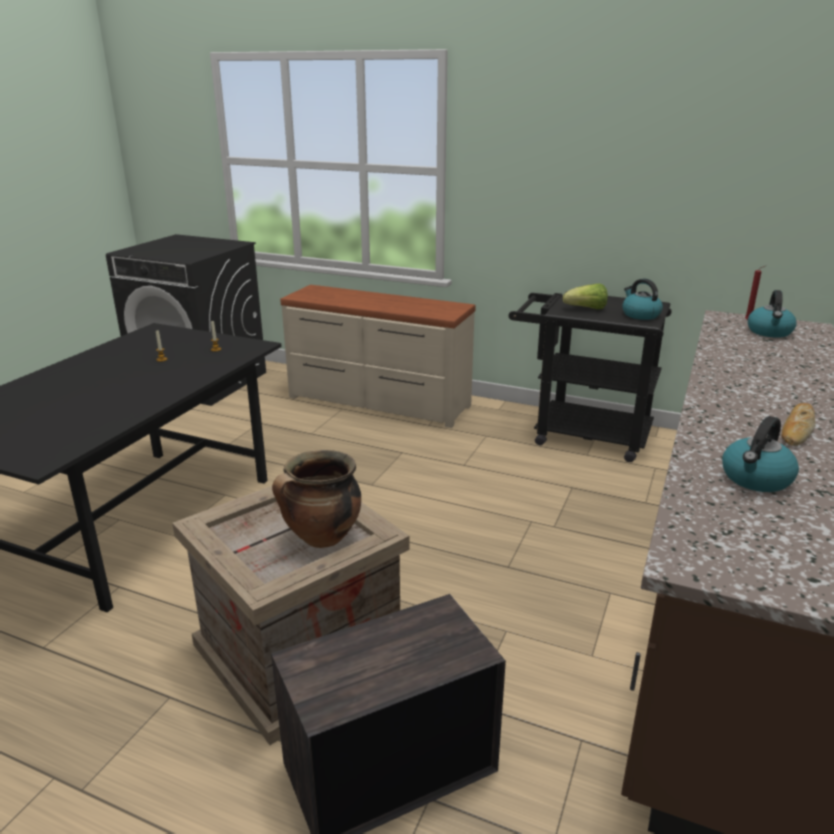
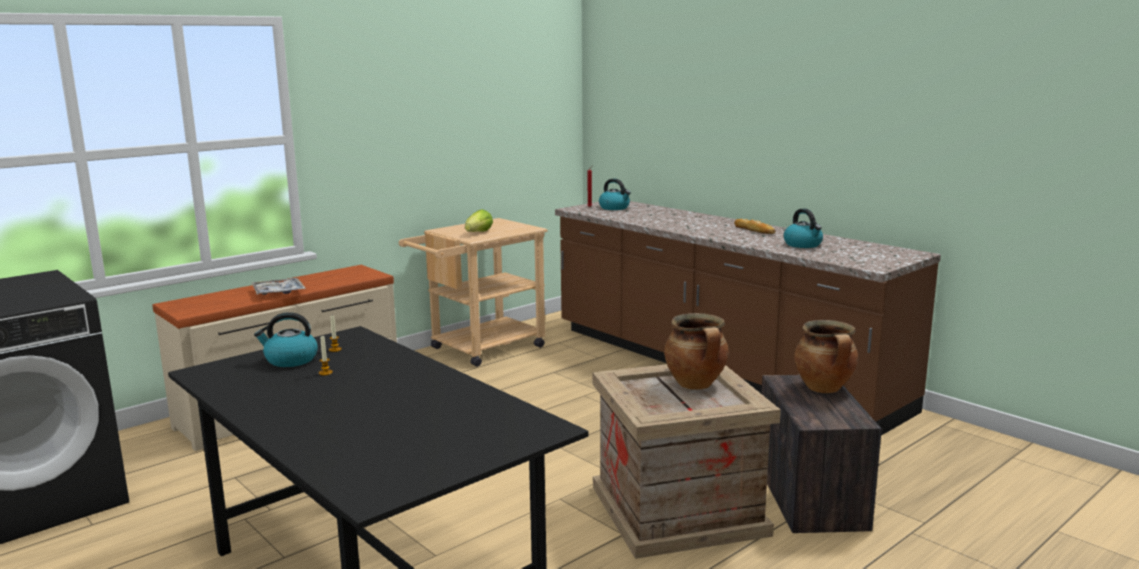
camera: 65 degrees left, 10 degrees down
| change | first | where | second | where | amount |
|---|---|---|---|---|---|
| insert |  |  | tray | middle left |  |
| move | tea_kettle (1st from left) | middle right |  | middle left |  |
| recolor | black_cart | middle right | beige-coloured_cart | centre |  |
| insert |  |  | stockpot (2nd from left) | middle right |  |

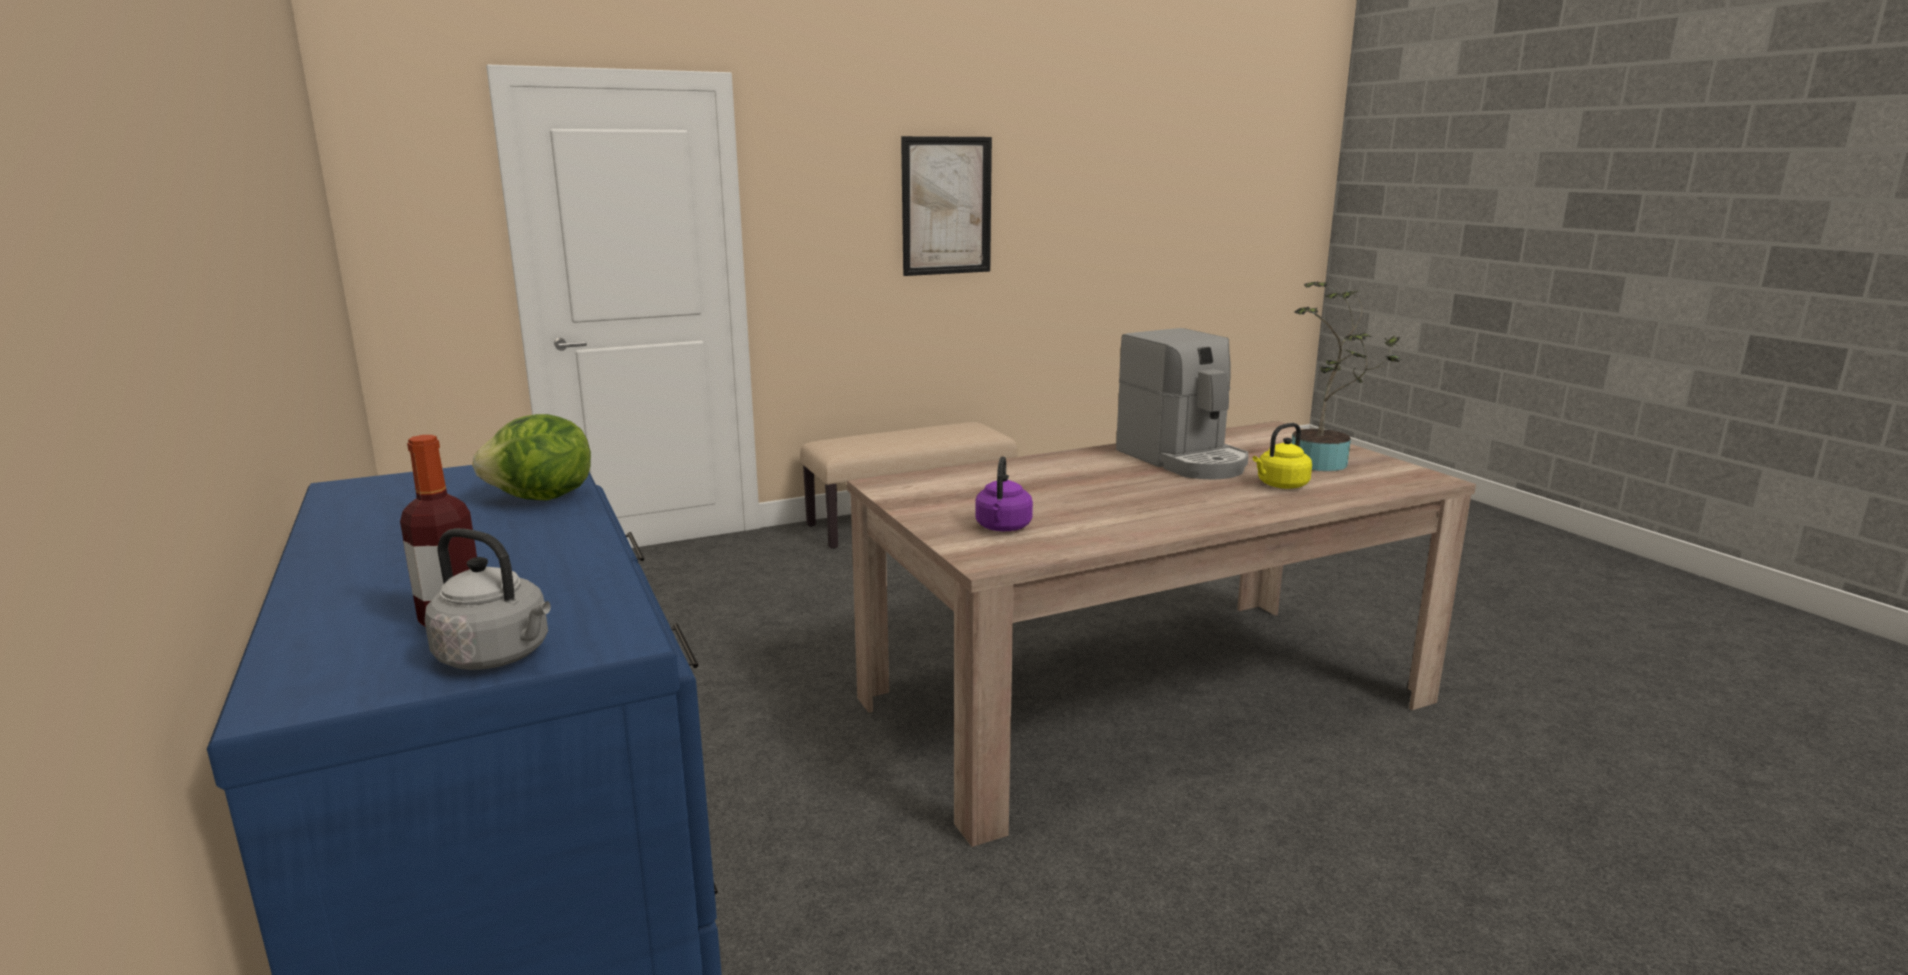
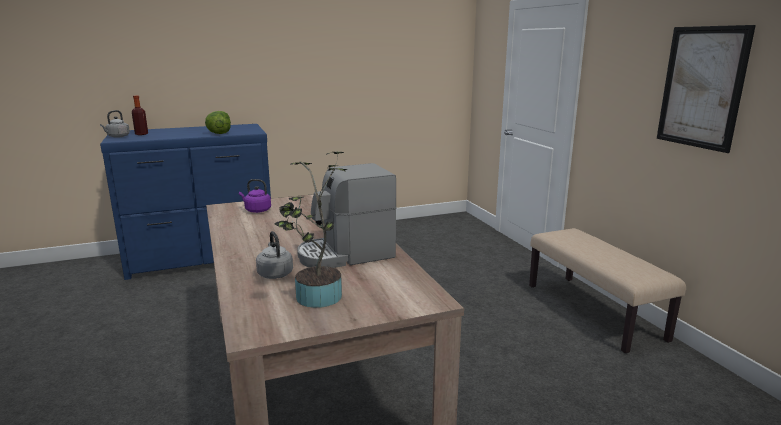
camera: 95 degrees right, 0 degrees up
| change | first | where | second | where | amount |
|---|---|---|---|---|---|
| recolor | yellowish_tea_kettle | middle right | gray_tea_kettle (2nd from left) | centre |  |

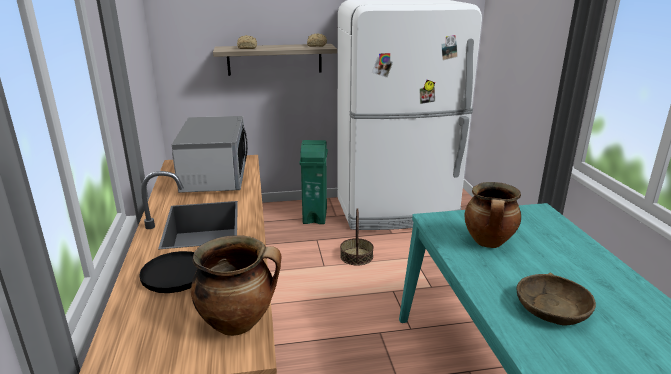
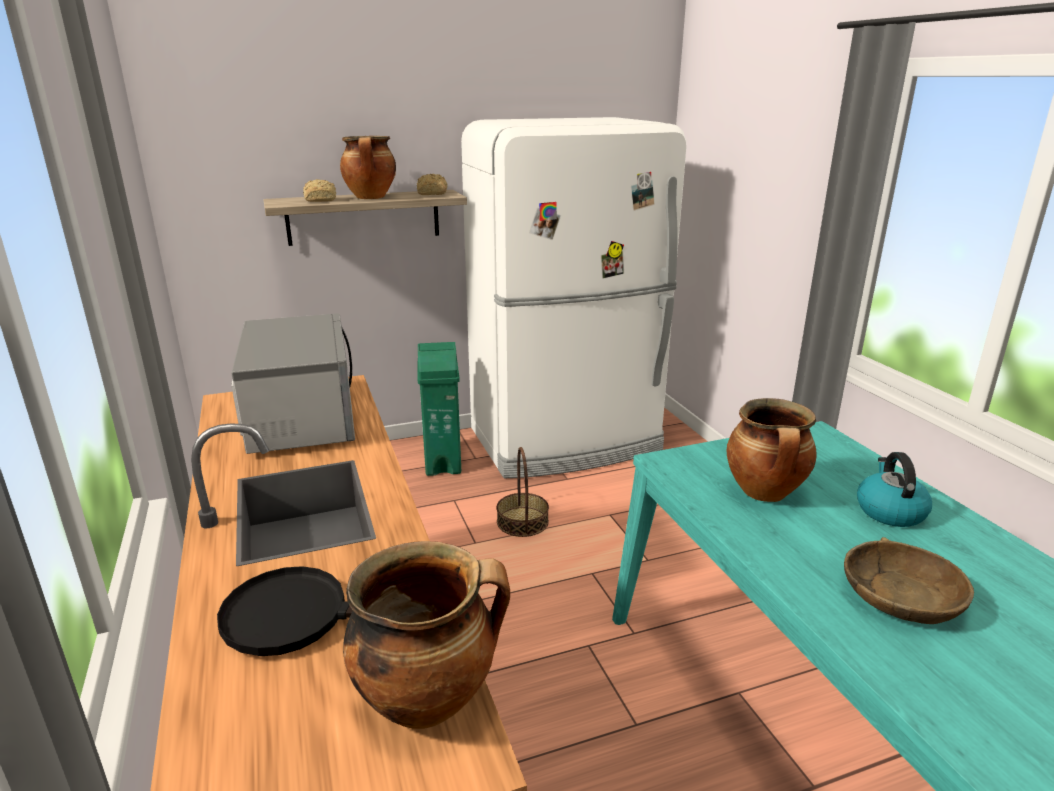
camera: 10 degrees left, 0 degrees up
| change | first | where | second | where | amount |
|---|---|---|---|---|---|
| insert |  |  | stockpot (1st from left) | top centre |  |
| insert |  |  | tea_kettle | middle right |  |

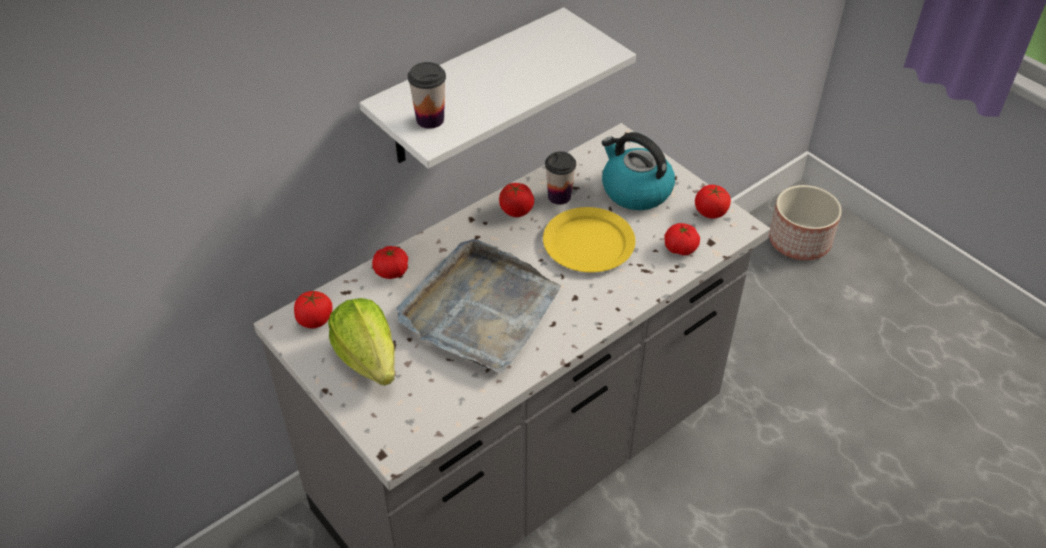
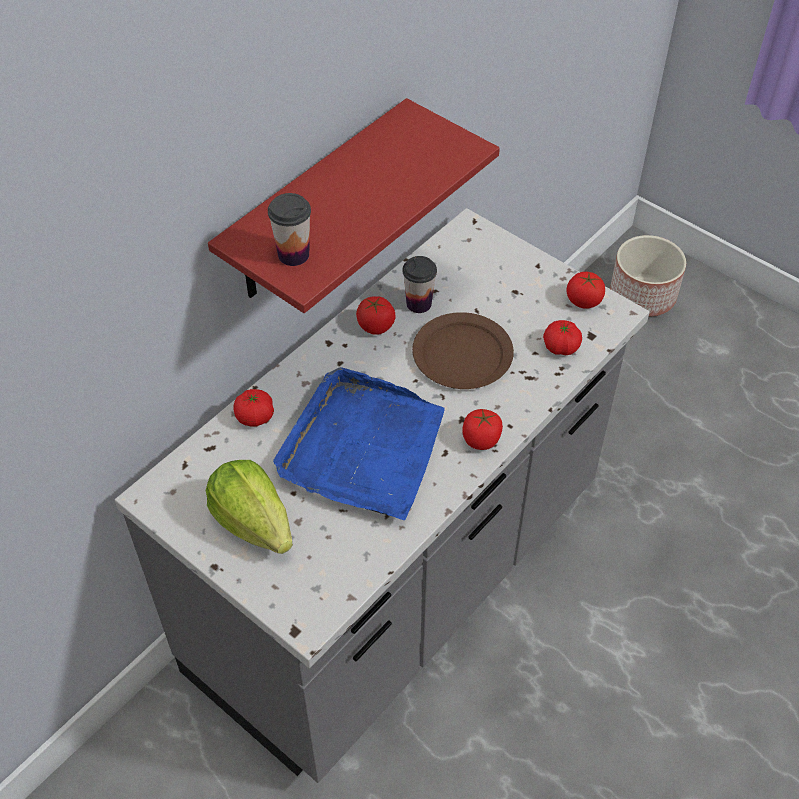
camera: 10 degrees left, 5 degrees up
| change | first | where | second | where | amount |
|---|---|---|---|---|---|
| recolor | white-coloured_shelf | top centre | red_shelf | top centre |  |
| recolor | gray_tray | centre | blue-coloured_tray | centre |  |
| recolor | yellowish_flat_dish | centre | brownish_flat_dish | centre |  |
| move | fresh_tomato (1st from left in the first image) | middle left | fresh_tomato (3rd from left) | centre |  |
| delete | tea_kettle | top centre |  |  |  |

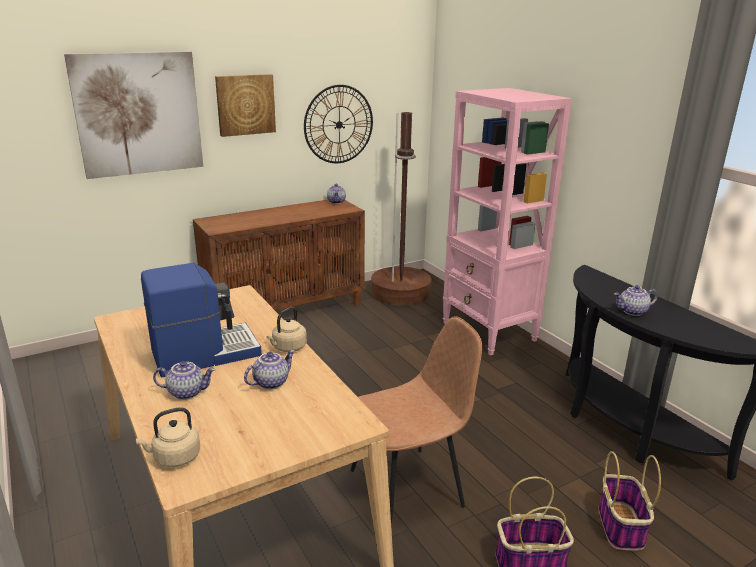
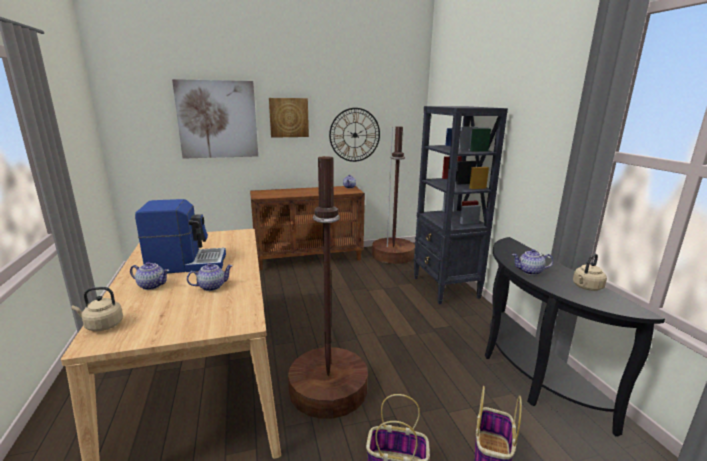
camera: 15 degrees right, 5 degrees down
| change | first | where | second | where | amount |
|---|---|---|---|---|---|
| replace | brownish_upright_chair | bottom centre | brownish_standing_lamp (1st from left) | centre |  |
| recolor | pink_shelving_unit | middle right | black_shelving_unit | centre |  |
| move | beige-coloured_tea_kettle (2nd from left) | centre |  | middle right |  |

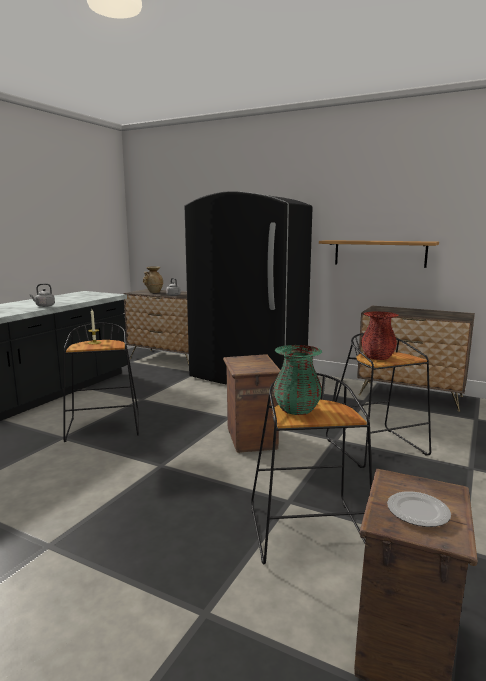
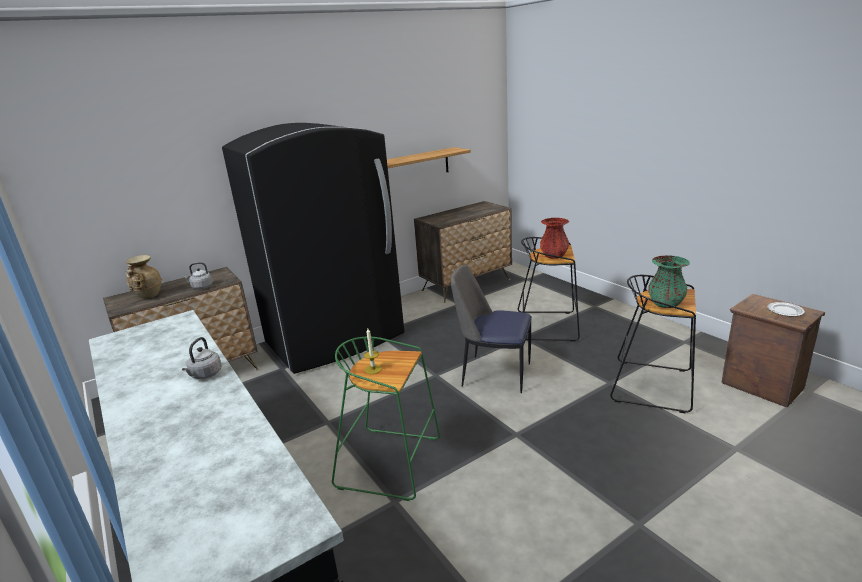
camera: 60 degrees left, 10 degrees up
| change | first | where | second | where | amount |
|---|---|---|---|---|---|
| recolor | black_stool (1st from left) | middle left | greenish_stool | bottom centre |  |
| replace | packing_crate (1st from left) | centre | upright_chair | centre |  |

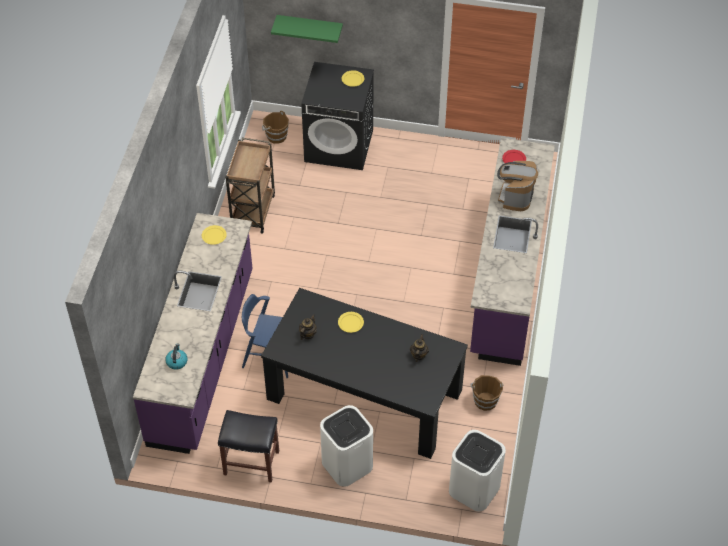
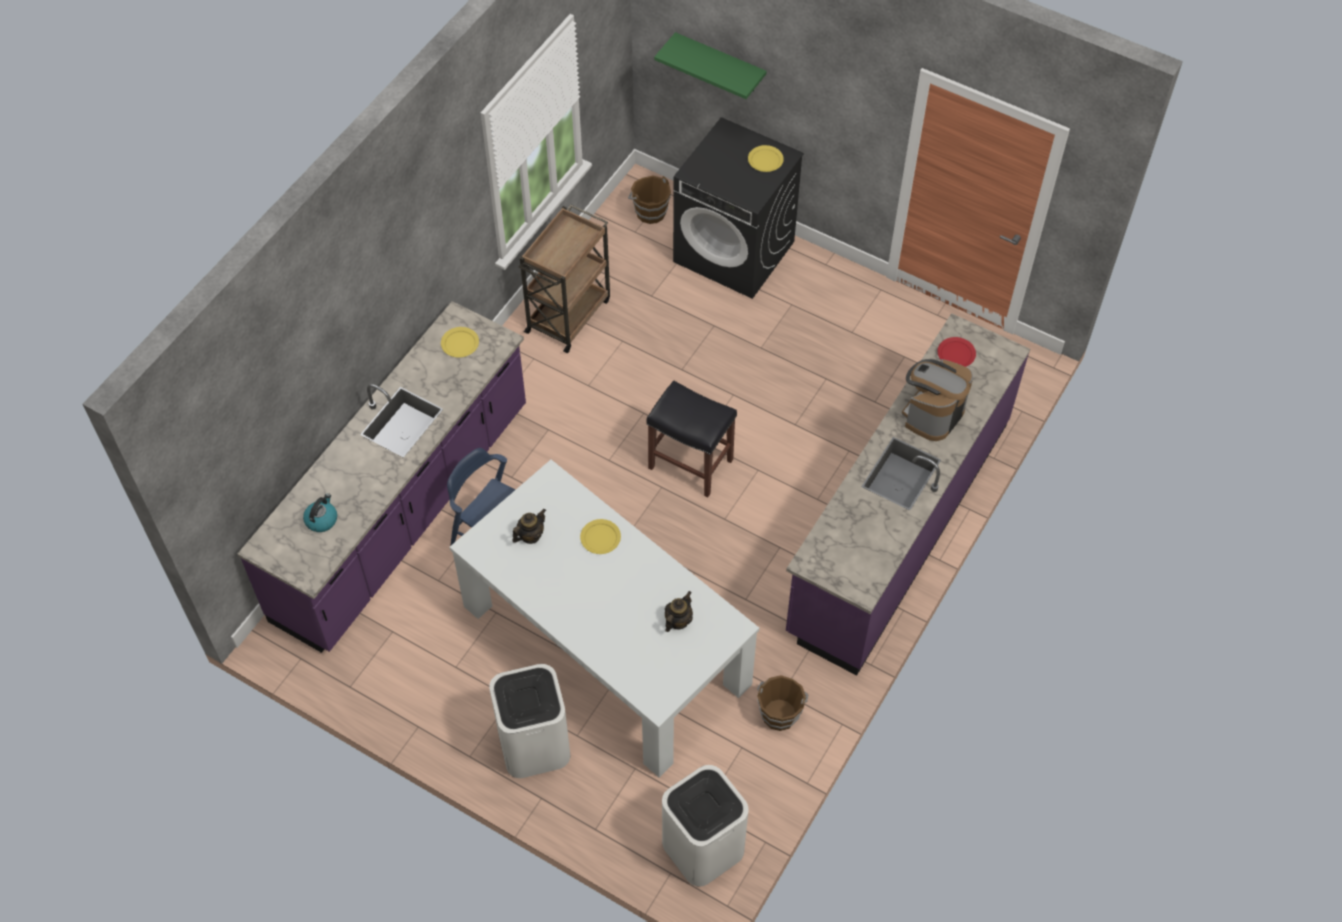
camera: 20 degrees right, 5 degrees up
| change | first | where | second | where | amount |
|---|---|---|---|---|---|
| recolor | black_kitchen_table | bottom centre | white-coloured_kitchen_table | bottom centre |  |
| move | black_stool | bottom centre |  | centre |  |

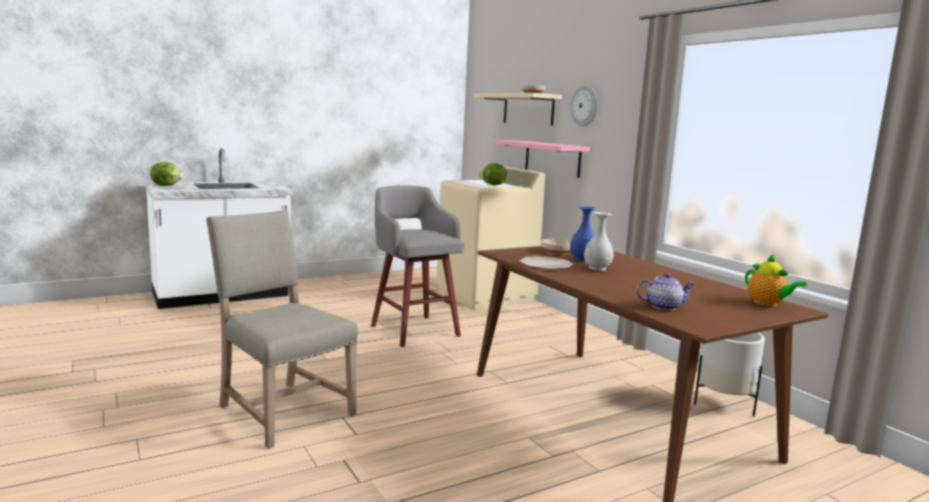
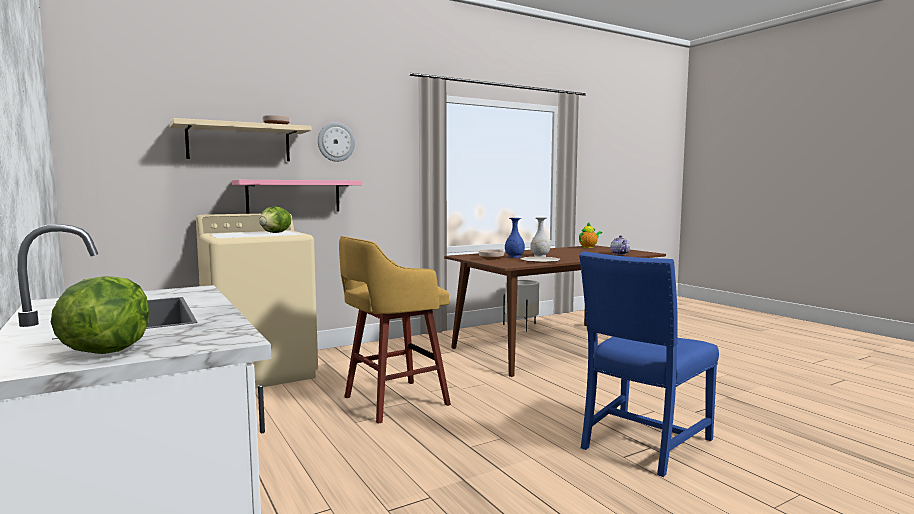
camera: 90 degrees left, 5 degrees down
| change | first | where | second | where | amount |
|---|---|---|---|---|---|
| recolor | gray_stool | centre | yellowish_stool | centre |  |
| recolor | beige-coloured_upright_chair | middle left | blue-coloured_upright_chair | bottom right |  |

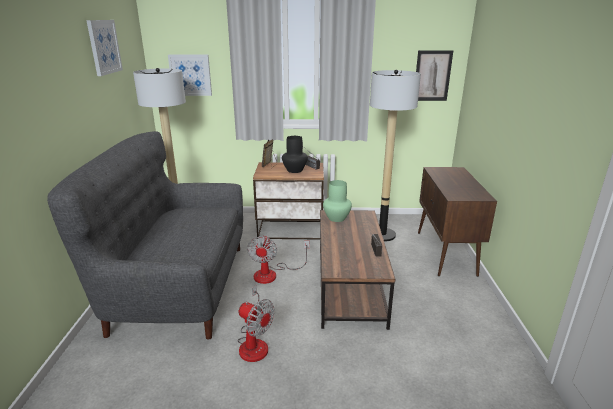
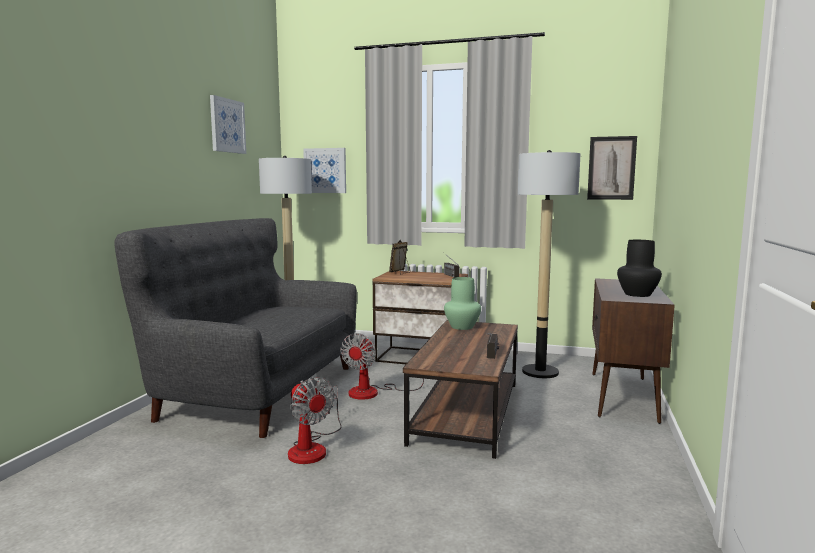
camera: 15 degrees right, 15 degrees down
| change | first | where | second | where | amount |
|---|---|---|---|---|---|
| move | black_flower_vase | centre |  | middle right |  |

